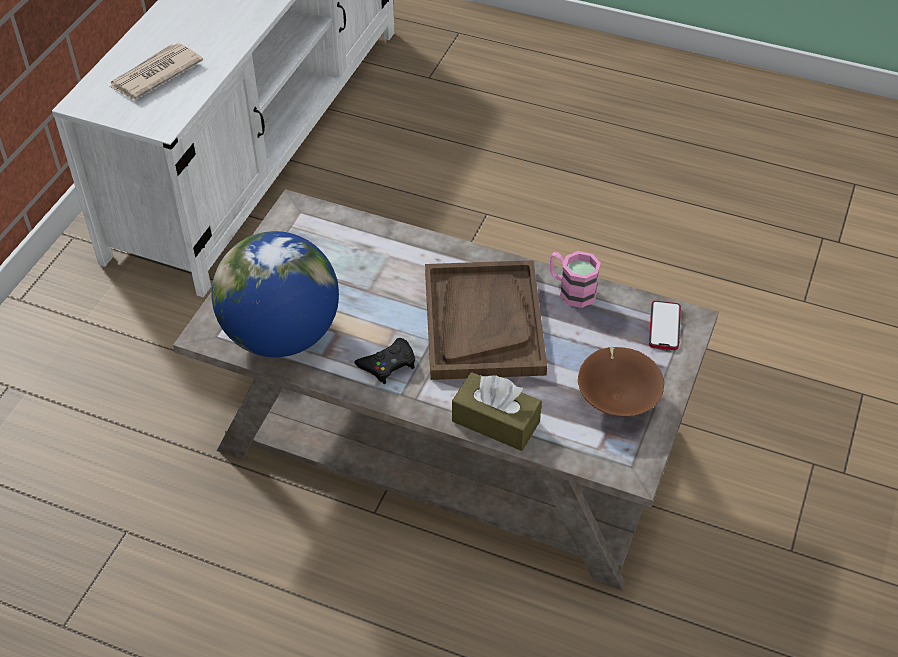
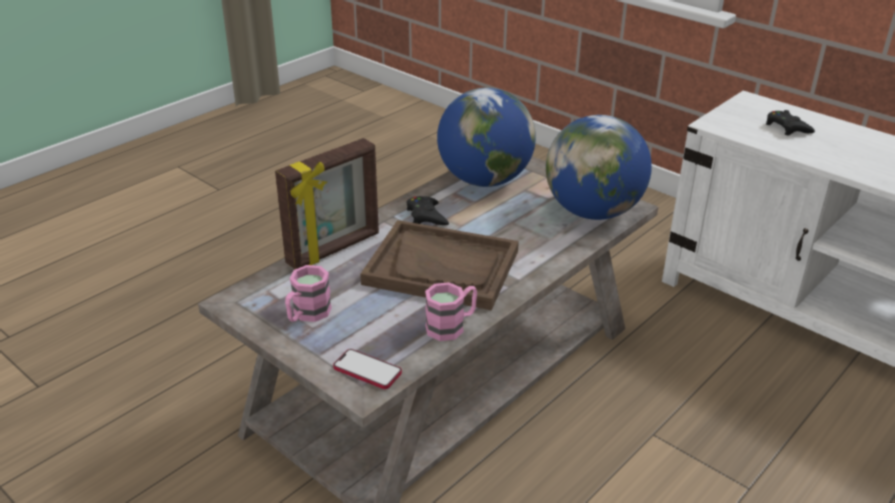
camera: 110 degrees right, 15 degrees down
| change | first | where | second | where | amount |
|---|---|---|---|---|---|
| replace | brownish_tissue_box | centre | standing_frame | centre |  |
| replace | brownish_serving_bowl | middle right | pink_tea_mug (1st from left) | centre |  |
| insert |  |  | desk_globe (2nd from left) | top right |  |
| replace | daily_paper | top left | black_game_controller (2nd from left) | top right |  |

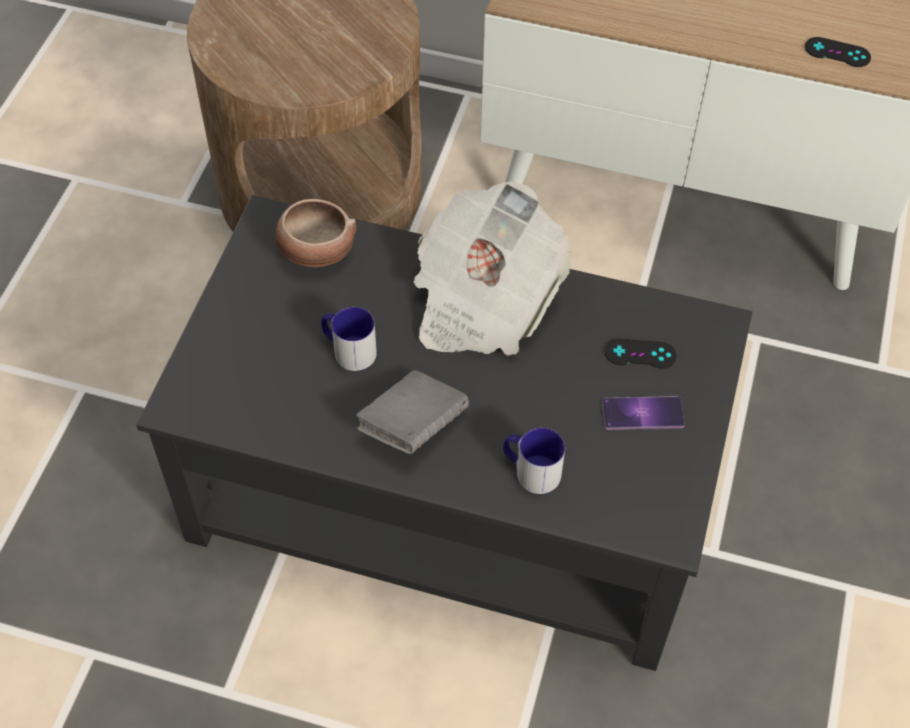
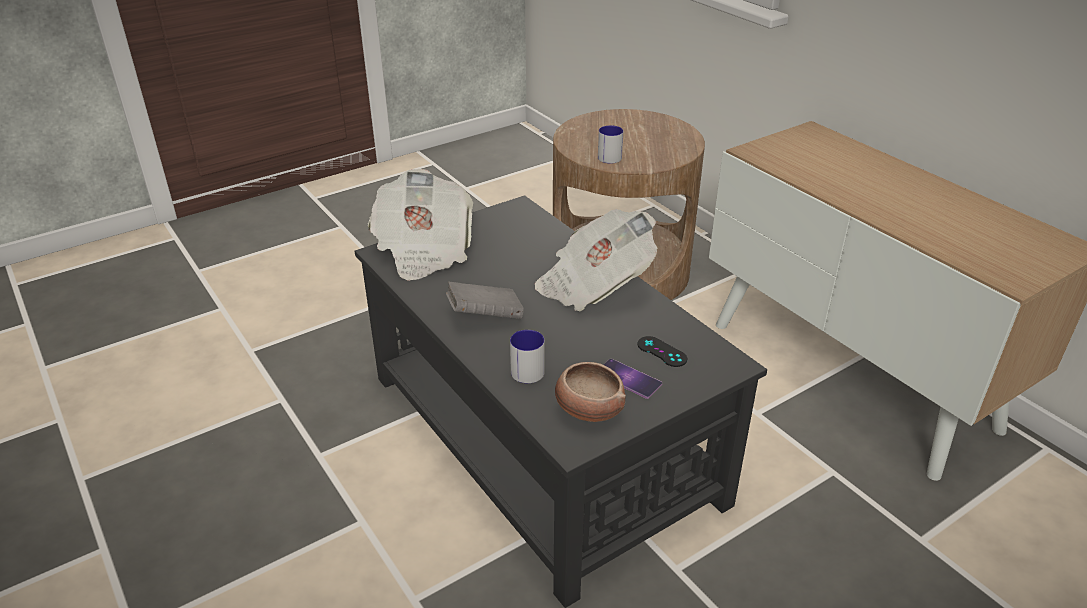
camera: 40 degrees right, 20 degrees down
| change | first | where | second | where | amount |
|---|---|---|---|---|---|
| insert |  |  | daily_paper (1st from left) | centre |  |
| move | serving_bowl | top centre |  | centre |  |
| move | tea_mug (1st from left in the first image) | centre | tea_mug (2nd from left) | top centre |  |
| delete | black_game_controller (2nd from left) | top right |  |  |  |

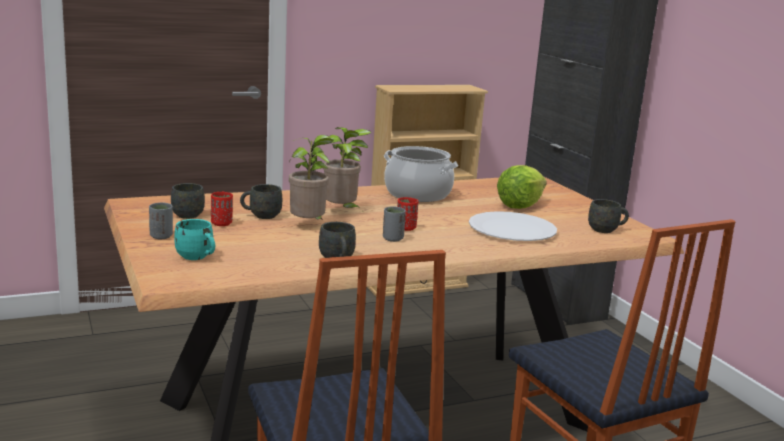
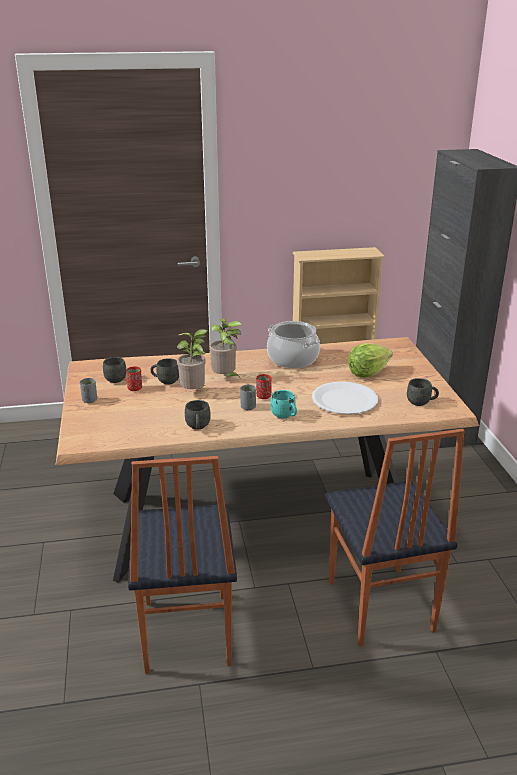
camera: 15 degrees right, 10 degrees up
| change | first | where | second | where | amount |
|---|---|---|---|---|---|
| move | turquoise_tea_mug | middle left |  | centre |  |

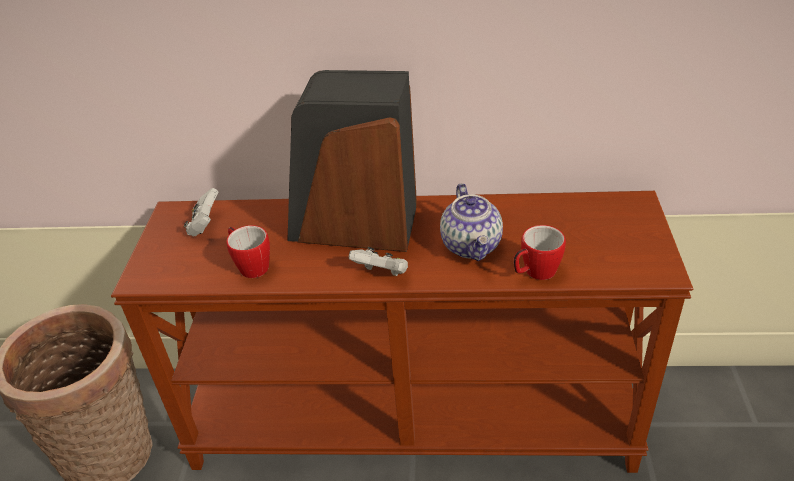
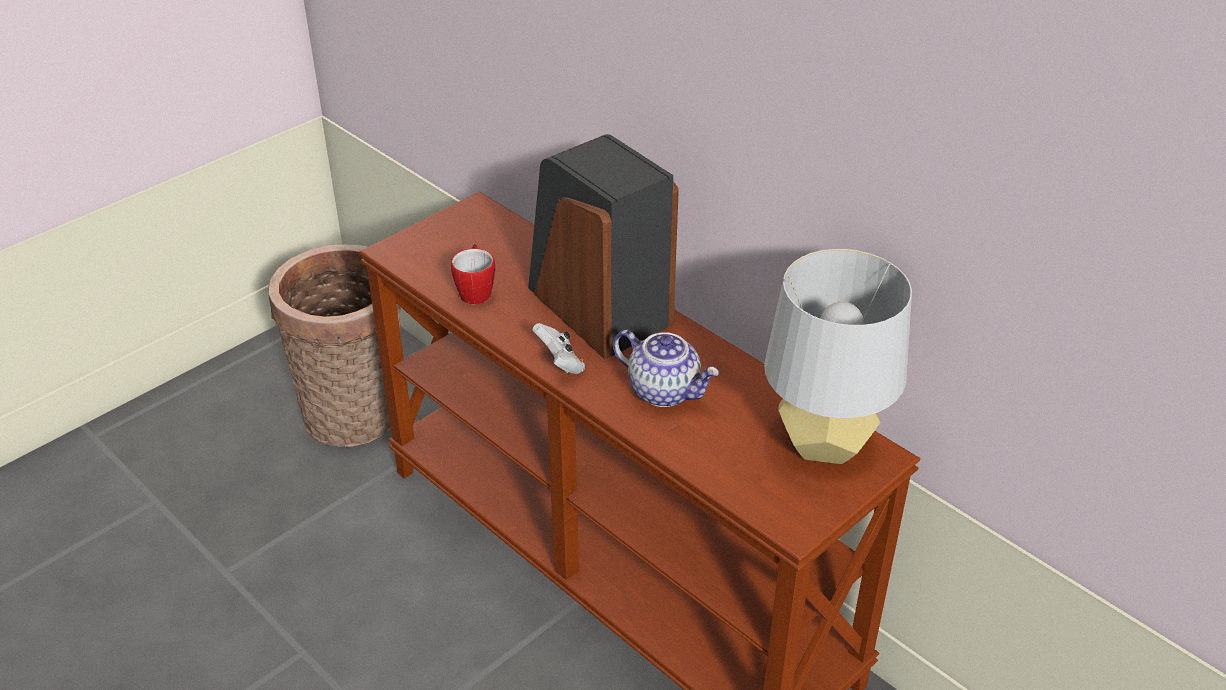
camera: 40 degrees right, 0 degrees up
| change | first | where | second | where | amount |
|---|---|---|---|---|---|
| rotate | teapot | centre |  | centre | 90 degrees counterclockwise |
| insert |  |  | gray_tabletop_lamp | middle right |  |
| delete | white-coloured_game_controller (1st from left) | middle left |  |  |  |
| delete | tea_mug (2nd from left) | middle right |  |  |  |

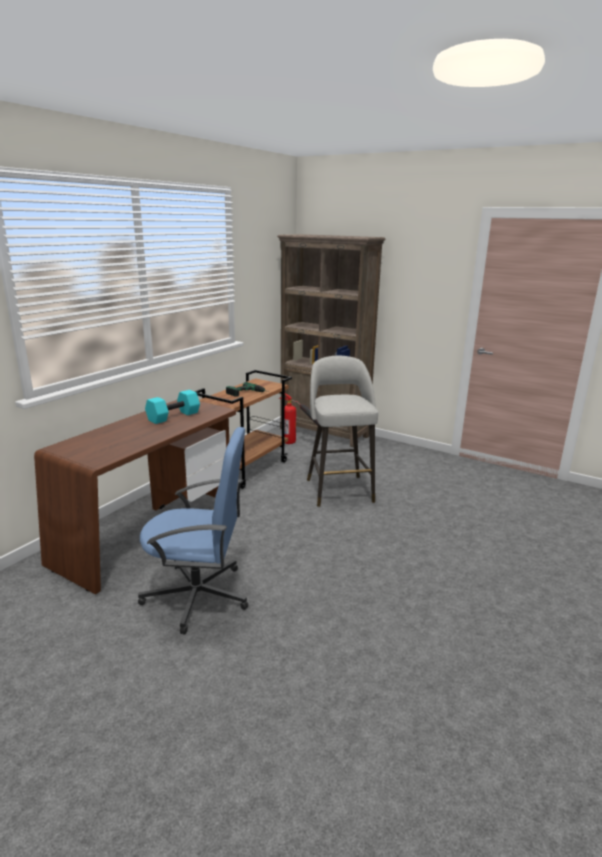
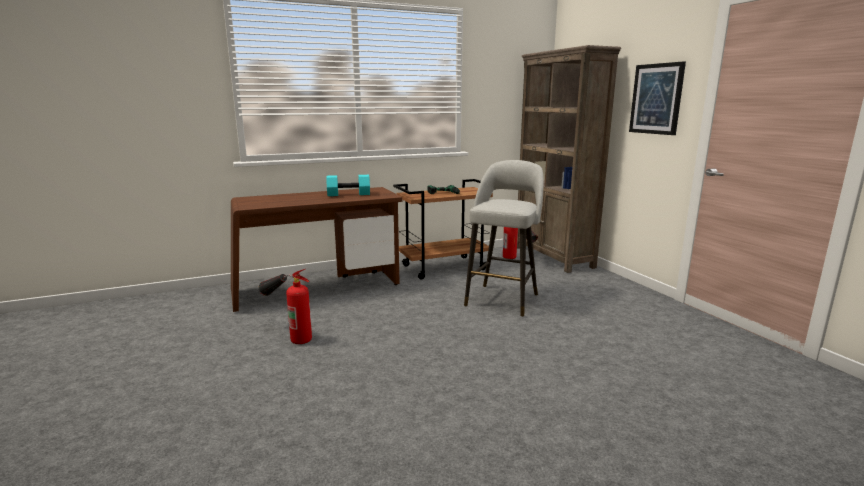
camera: 35 degrees right, 5 degrees down
| change | first | where | second | where | amount |
|---|---|---|---|---|---|
| replace | blue-coloured_office_chair | middle left | fire-fighting_cylinder (1st from left) | middle left |  |
| insert |  |  | picture | top right |  |

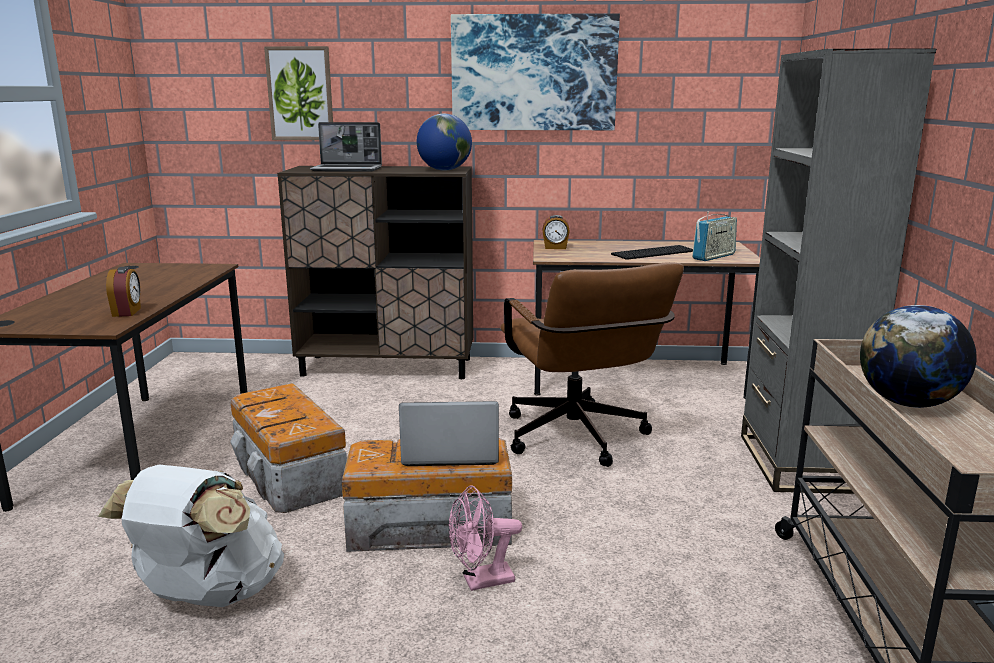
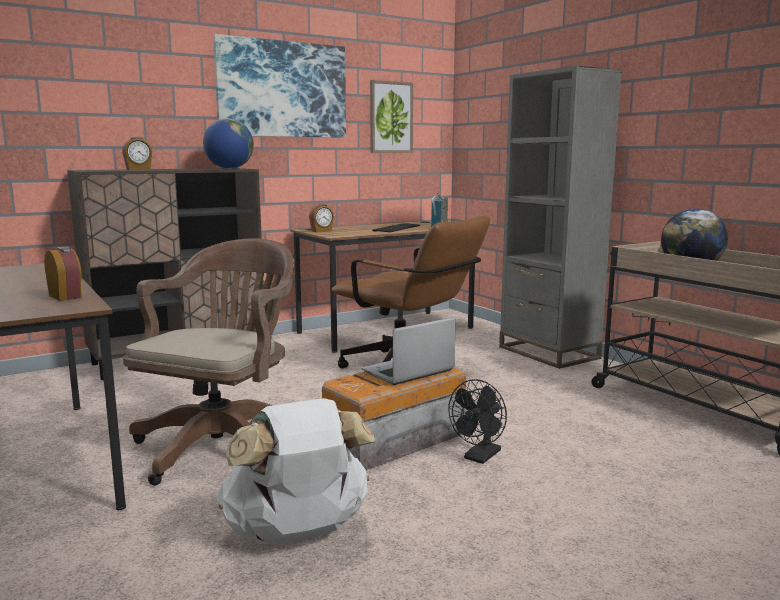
camera: 35 degrees left, 5 degrees down
| change | first | where | second | where | amount |
|---|---|---|---|---|---|
| replace | laptop (1st from left) | top centre | bedside_clock (2nd from left) | top left |  |
| replace | storage_box (1st from left) | bottom left | brownish_office_chair (1st from left) | middle left |  |
| move | picture (1st from left in the first image) | top left | picture (2nd from left) | top centre |  |
| recolor | pink_cooling_fan | bottom centre | black_cooling_fan | bottom centre |  |

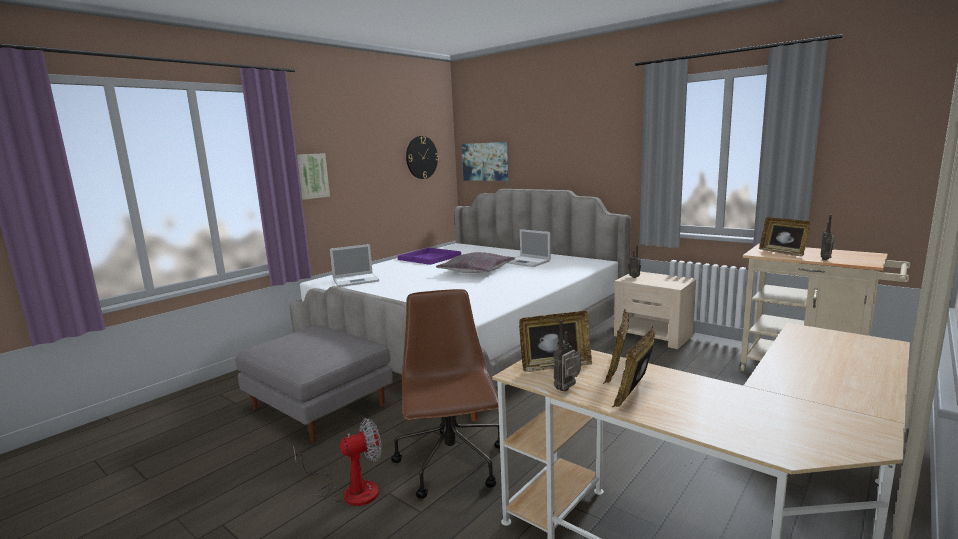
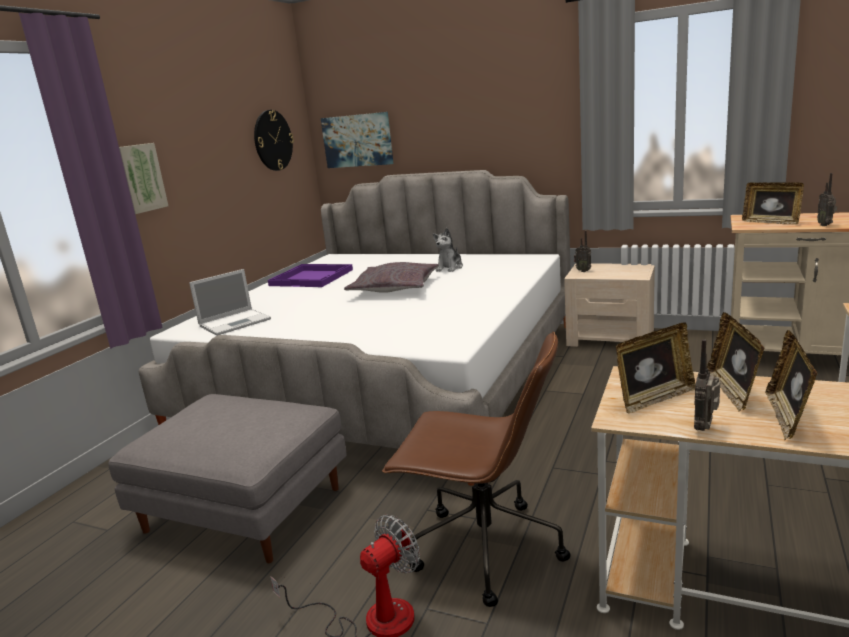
camera: 15 degrees left, 5 degrees up
| change | first | where | second | where | amount |
|---|---|---|---|---|---|
| rotate | brownish_office_chair | bottom centre |  | bottom centre | 135 degrees clockwise |
| replace | laptop (2nd from left) | centre | cuddly_toy | centre |  |

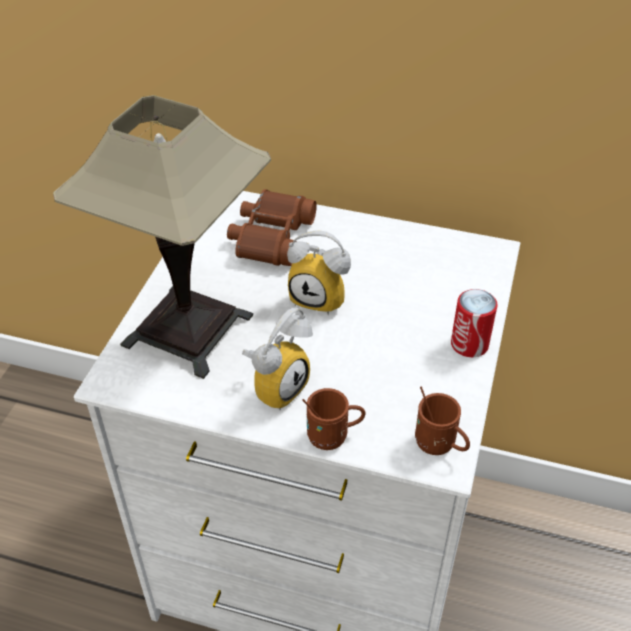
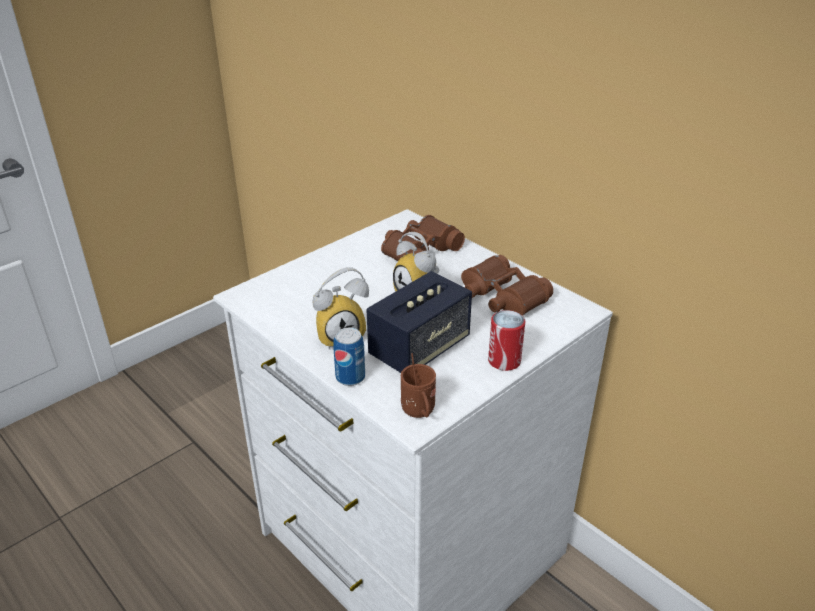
camera: 30 degrees right, 10 degrees down
| change | first | where | second | where | amount |
|---|---|---|---|---|---|
| replace | brownish_tea_mug (1st from left) | centre | sealed_can (1st from left) | centre |  |
| insert |  |  | audio_speaker | centre |  |
| insert |  |  | brownish_pair_of_binoculars (2nd from left) | centre |  |
| delete | tabletop_lamp | middle left |  |  |  |

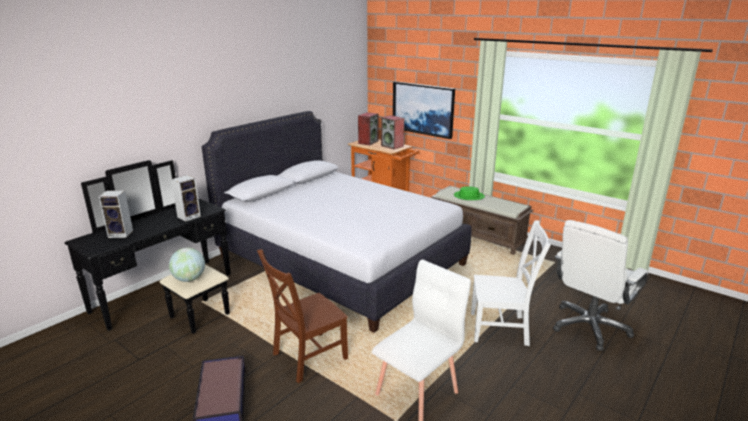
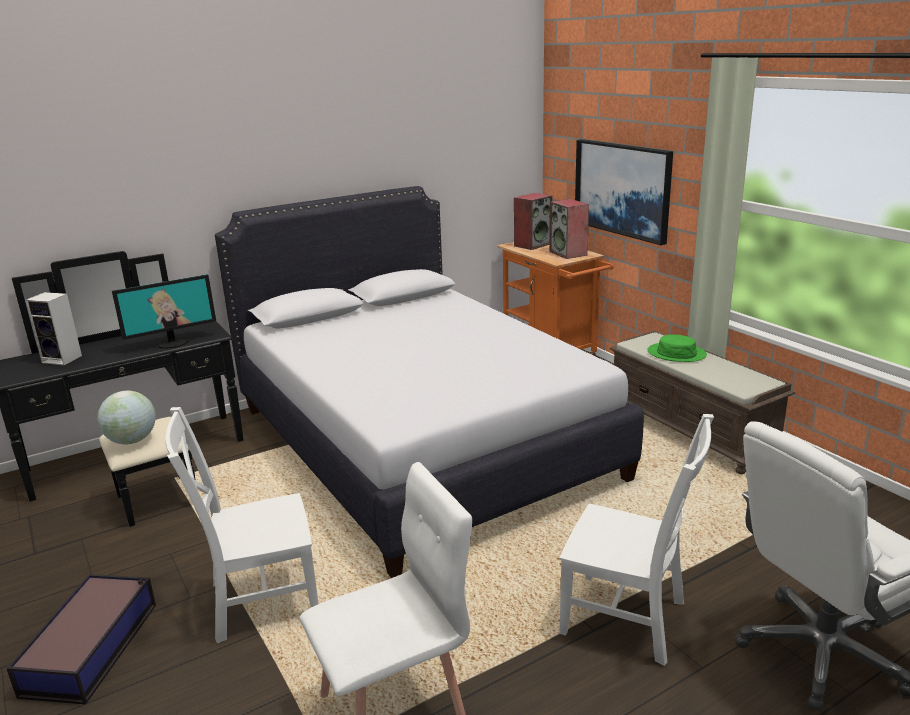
camera: 20 degrees right, 0 degrees up
| change | first | where | second | where | amount |
|---|---|---|---|---|---|
| replace | audio_speaker (2nd from left) | middle left | computer_screen | middle left |  |
| recolor | brownish_upright_chair | bottom centre | white-coloured_upright_chair (1st from left) | bottom left |  |

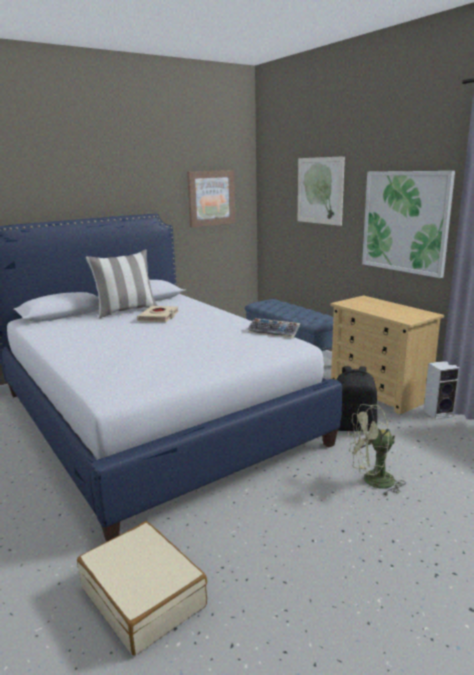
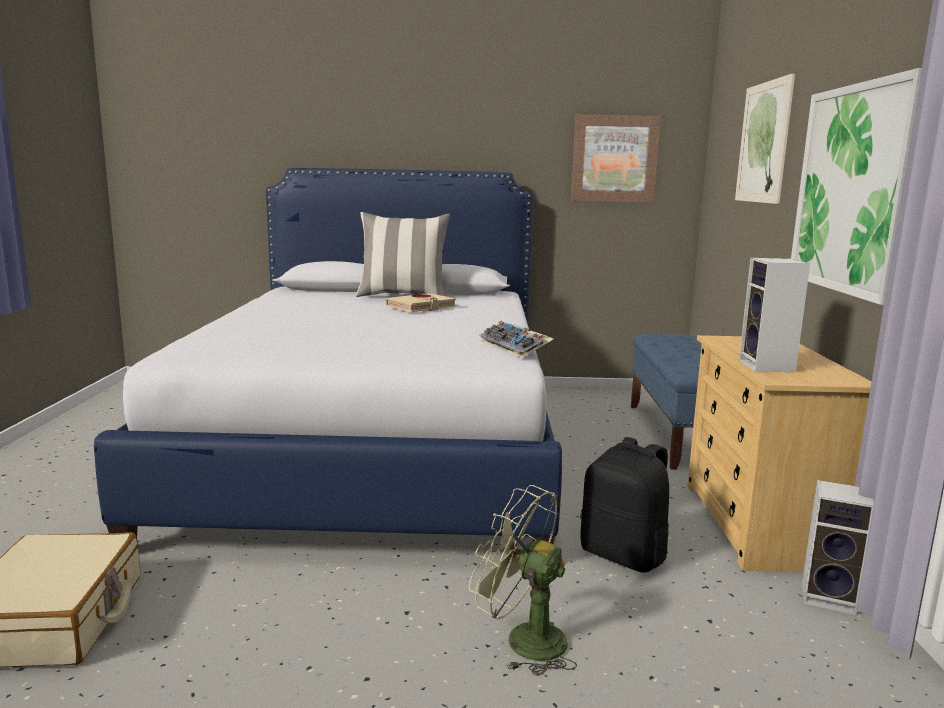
camera: 35 degrees right, 5 degrees down
| change | first | where | second | where | amount |
|---|---|---|---|---|---|
| insert |  |  | audio_speaker (1st from left) | middle right |  |

